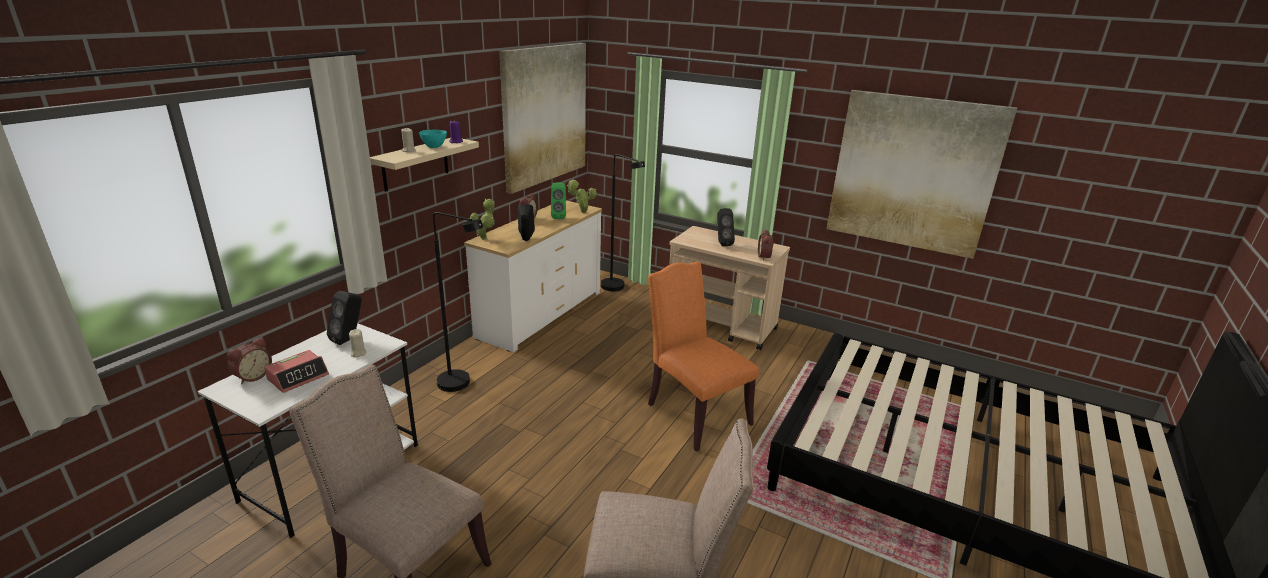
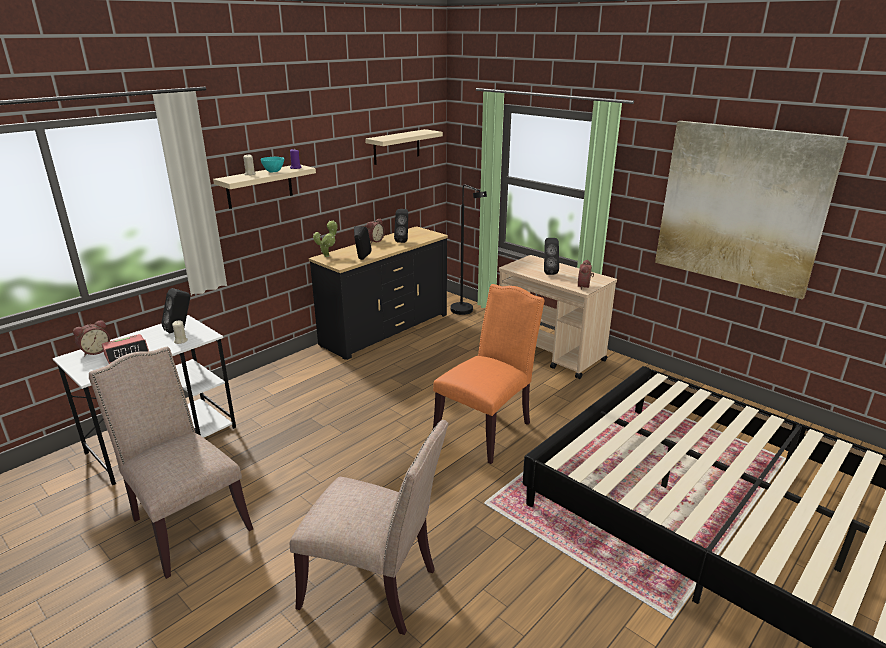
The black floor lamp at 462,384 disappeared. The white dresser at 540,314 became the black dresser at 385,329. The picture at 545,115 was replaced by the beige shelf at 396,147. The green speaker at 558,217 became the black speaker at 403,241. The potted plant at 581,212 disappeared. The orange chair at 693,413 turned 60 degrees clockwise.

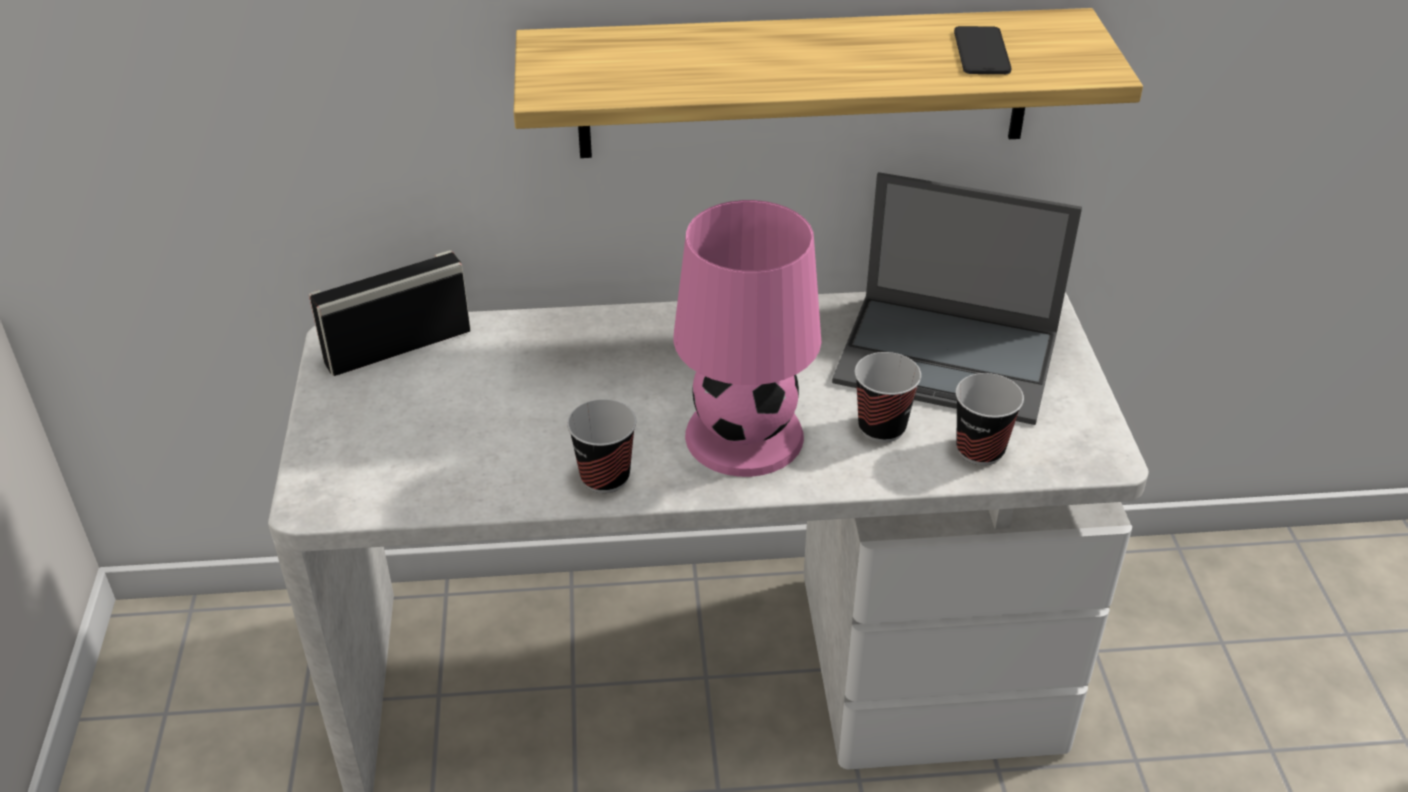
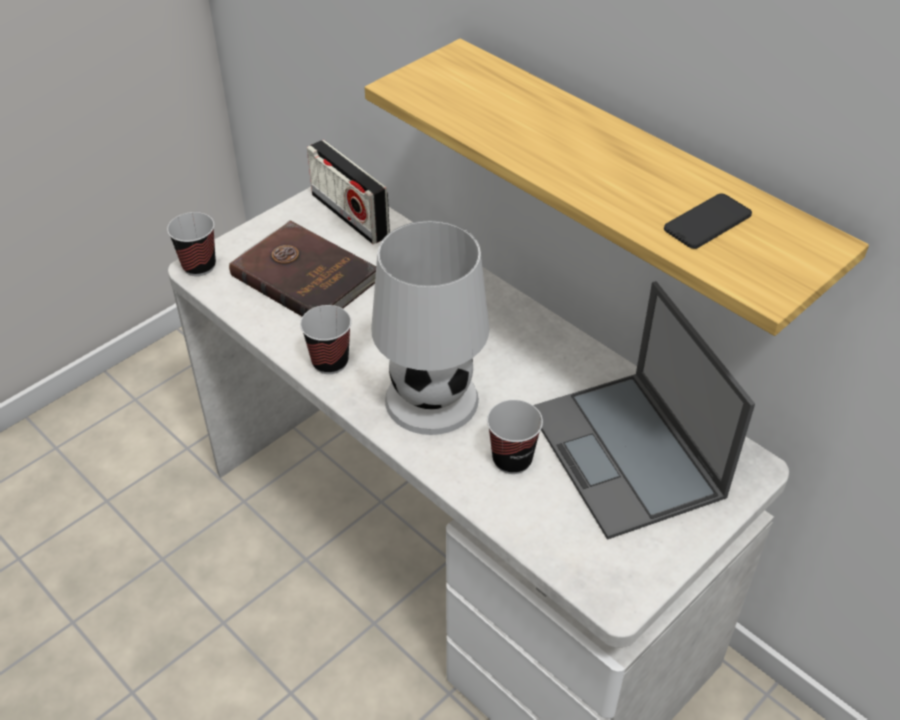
The radio at 398,346 turned 150 degrees counterclockwise. The pink table lamp at 746,436 became the white table lamp at 432,400. The cup moved from 980,450 to 199,266. The brown book at 306,276 appeared.

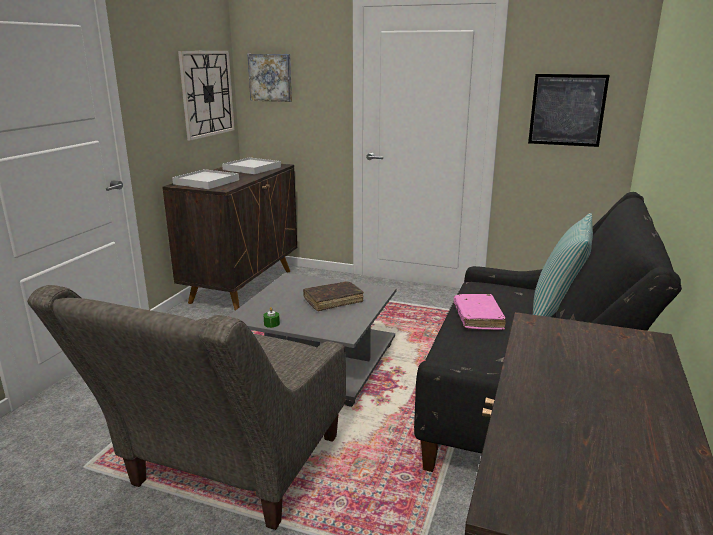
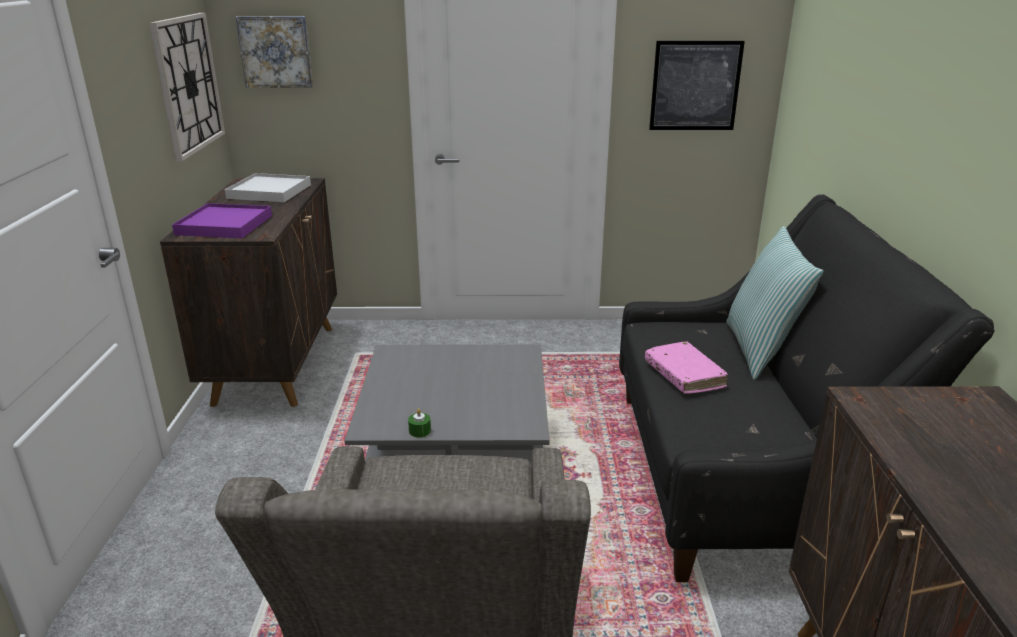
The white tray at 206,182 became the purple tray at 224,225. The brown book at 333,301 disappeared.

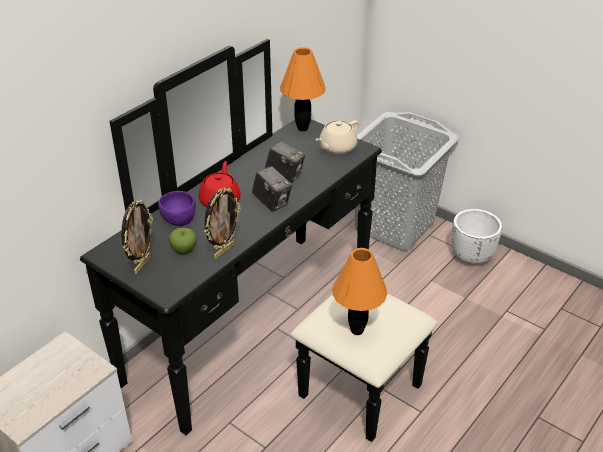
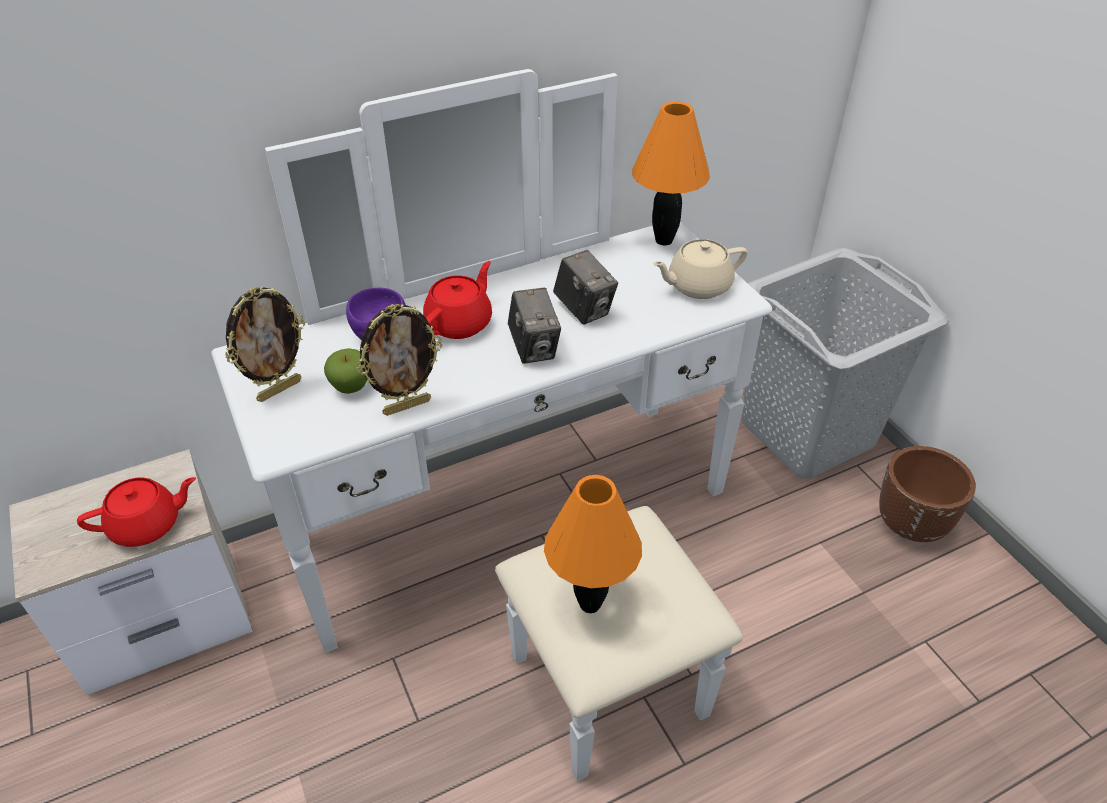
The black dresser at 275,337 became the white dresser at 531,549. The white planter at 472,257 became the brown planter at 911,525. The red teapot at 147,525 appeared.

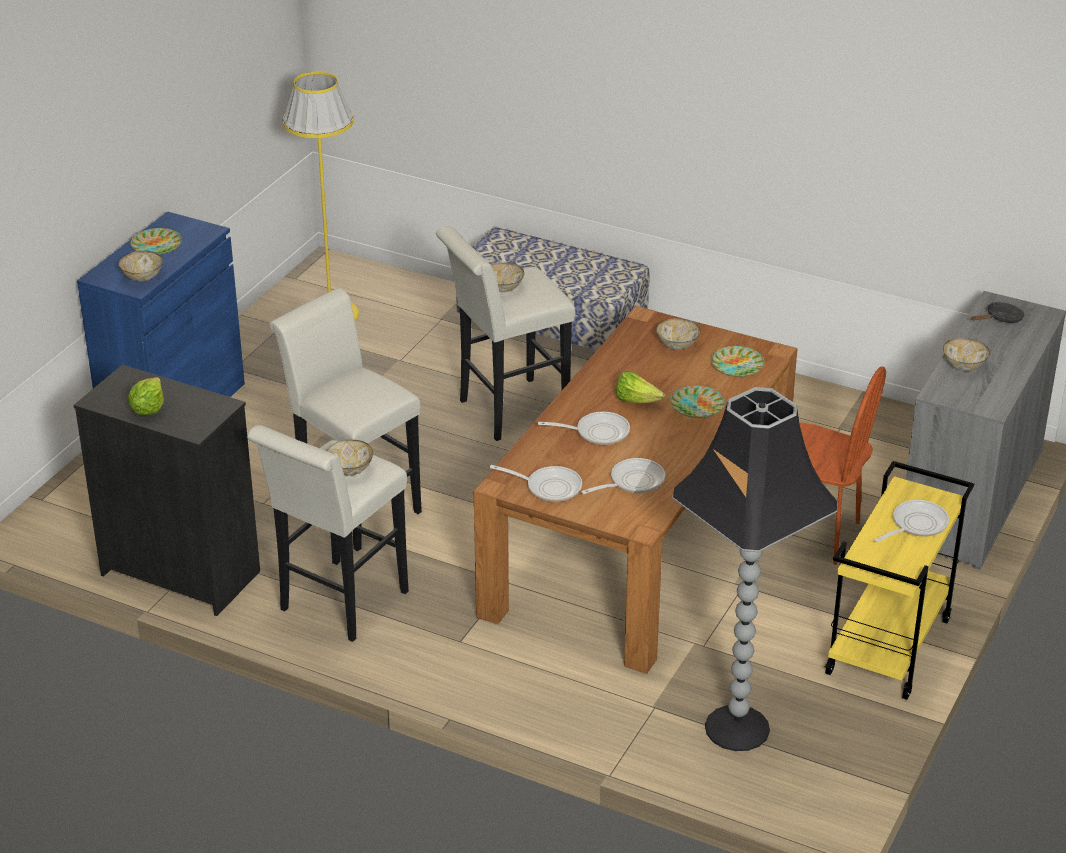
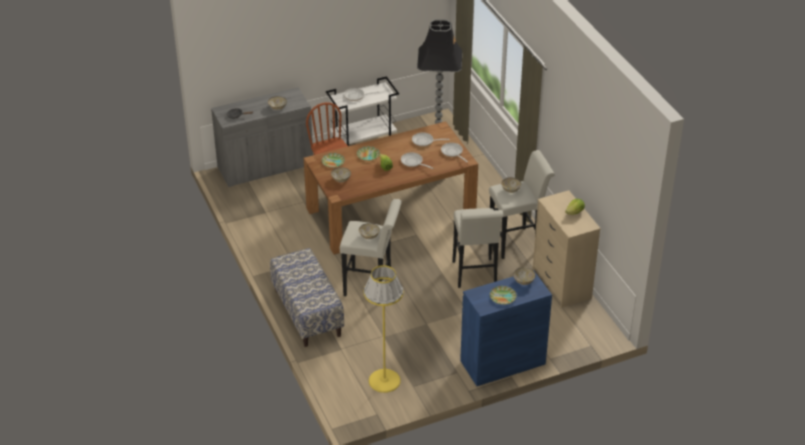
The black dresser at 181,572 became the beige dresser at 561,283. The yellow cart at 889,648 became the white cart at 363,141.

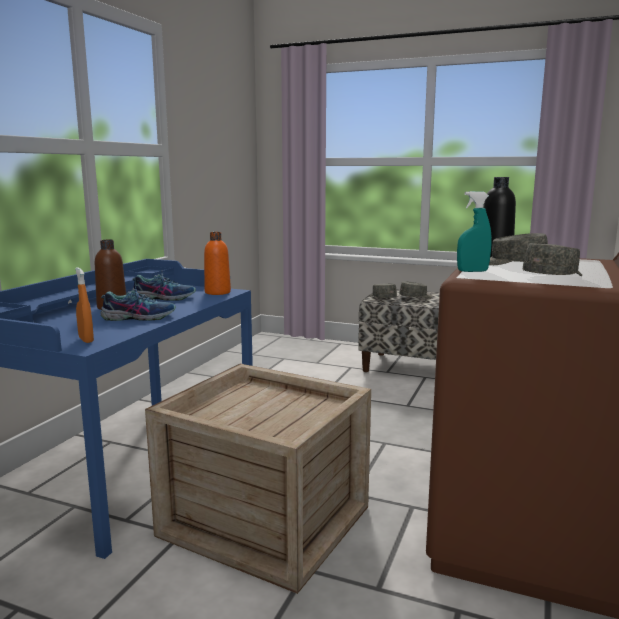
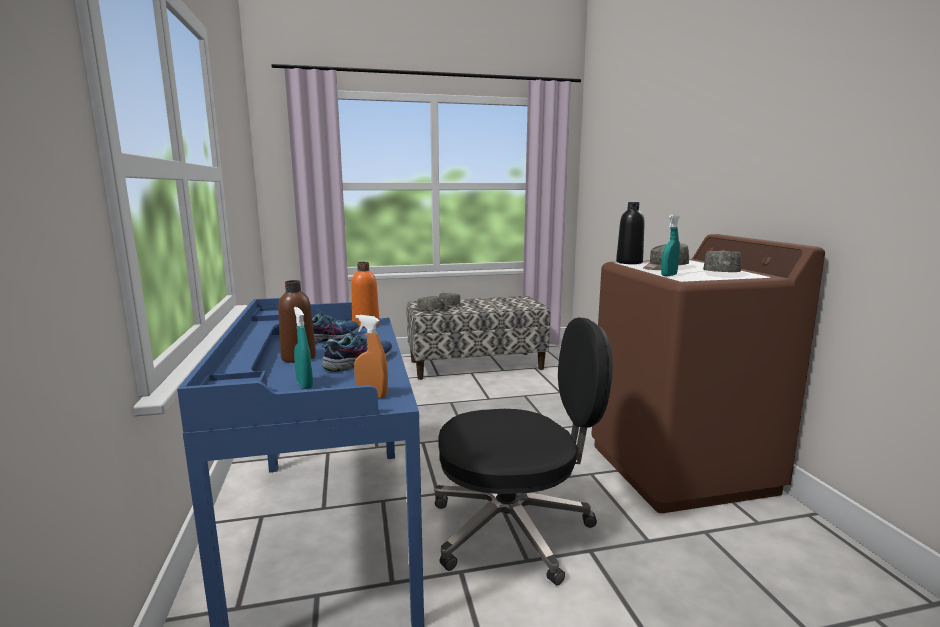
The crate at 267,522 was replaced by the black office chair at 514,528. The turquoise spray bottle at 304,385 appeared.

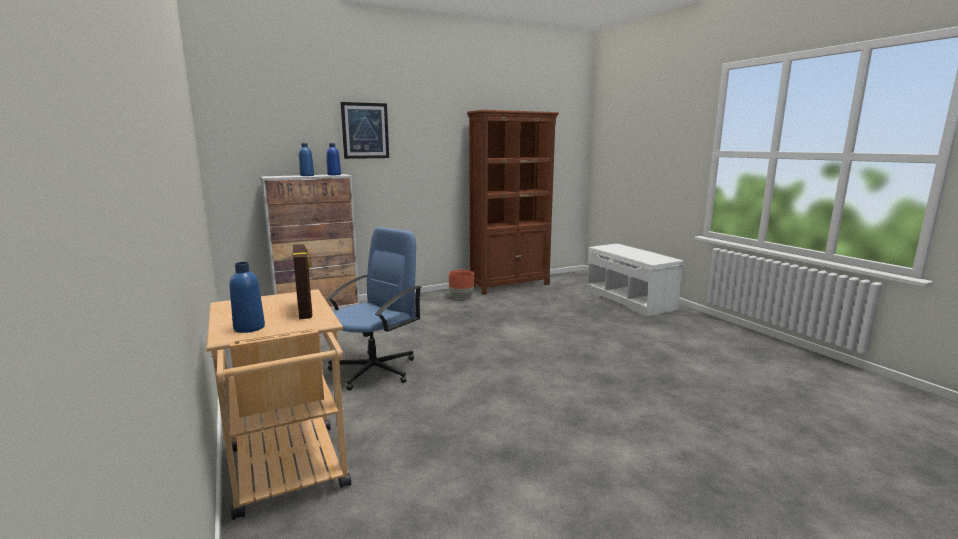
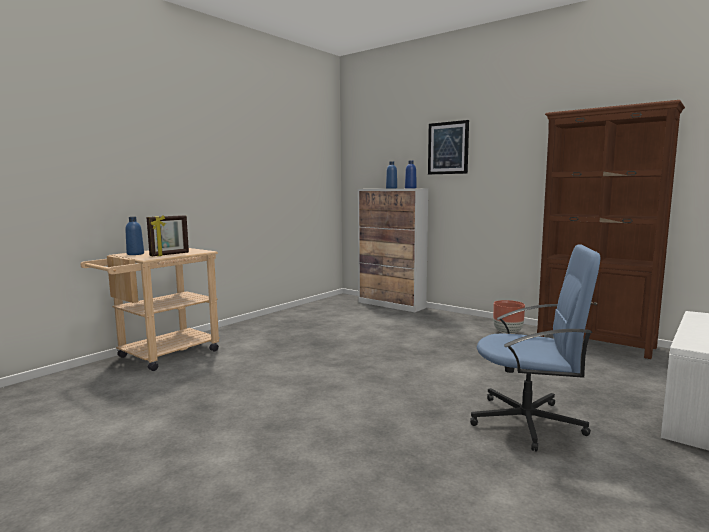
The blue office chair moved from 375,370 to 528,422.

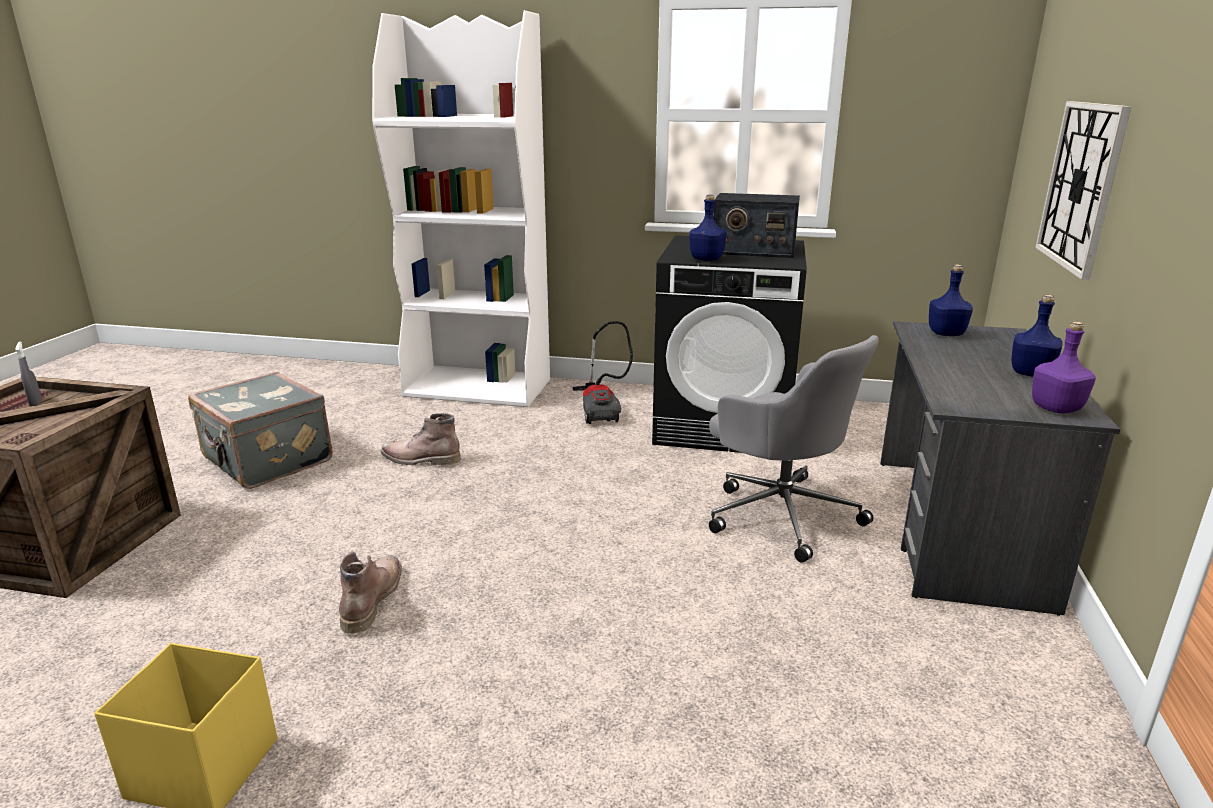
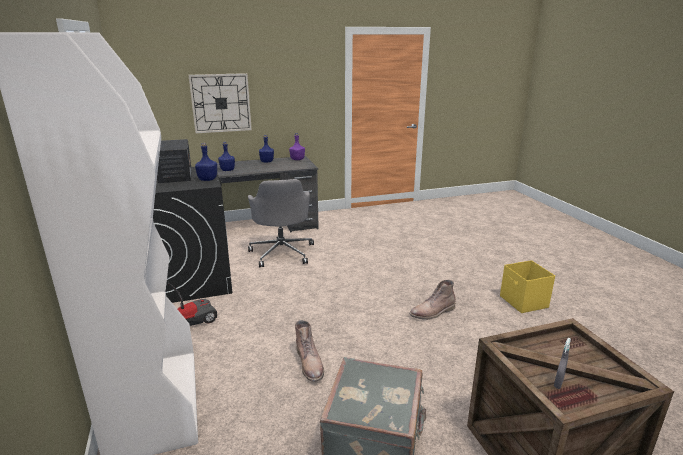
The grey office chair at 781,514 turned 150 degrees clockwise.

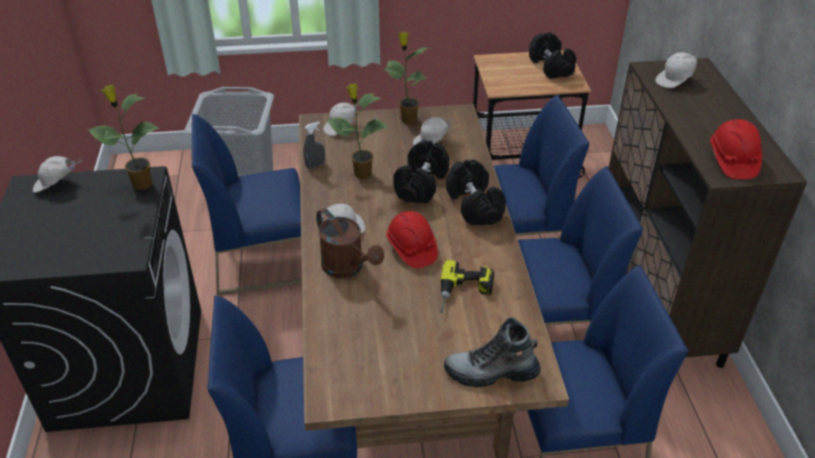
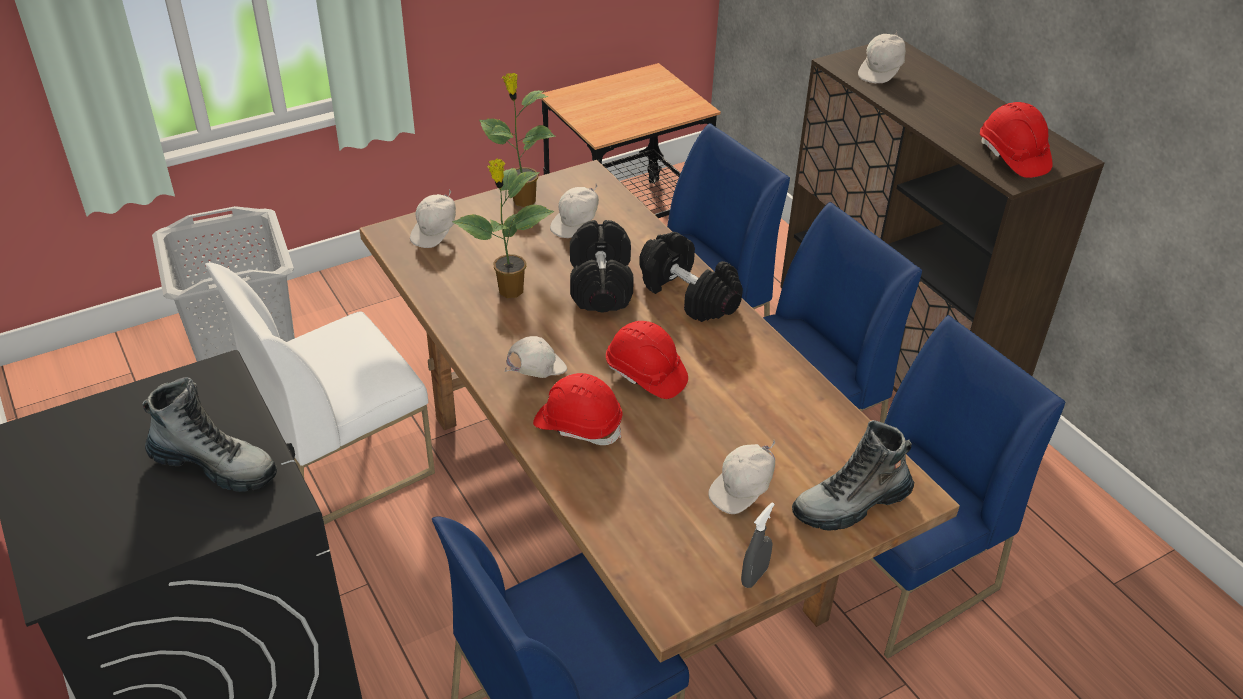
The white cap moved from 56,185 to 743,491. The potted plant at 141,185 disappeared. The blue chair at 262,259 became the white chair at 342,461. The grey spray bottle moved from 315,165 to 754,576. The brown watering can at 348,268 was replaced by the red hard hat at 578,425. The power drill at 464,294 disappeared. The black dumbbell at 551,67 disappeared. The boot at 215,465 appeared.

